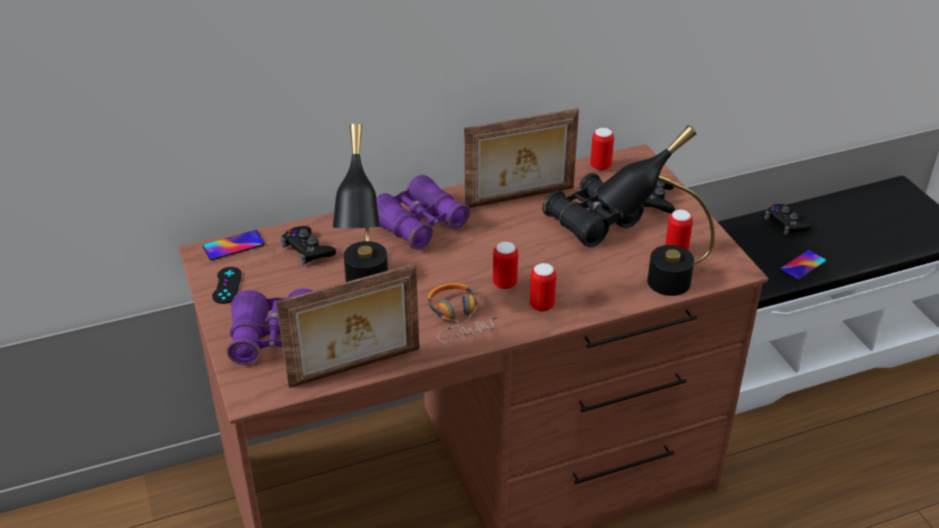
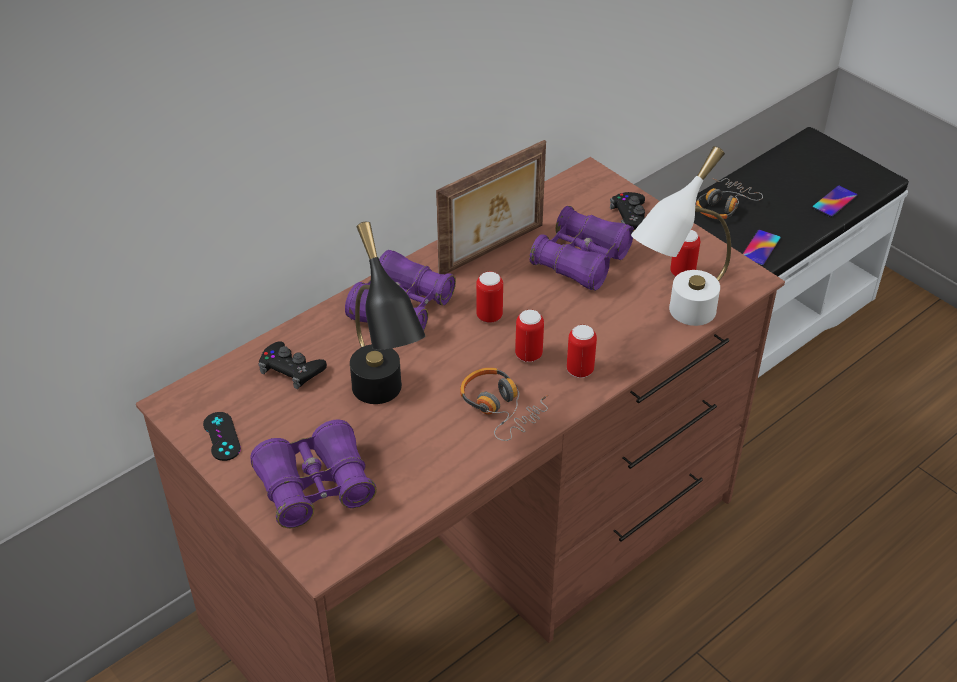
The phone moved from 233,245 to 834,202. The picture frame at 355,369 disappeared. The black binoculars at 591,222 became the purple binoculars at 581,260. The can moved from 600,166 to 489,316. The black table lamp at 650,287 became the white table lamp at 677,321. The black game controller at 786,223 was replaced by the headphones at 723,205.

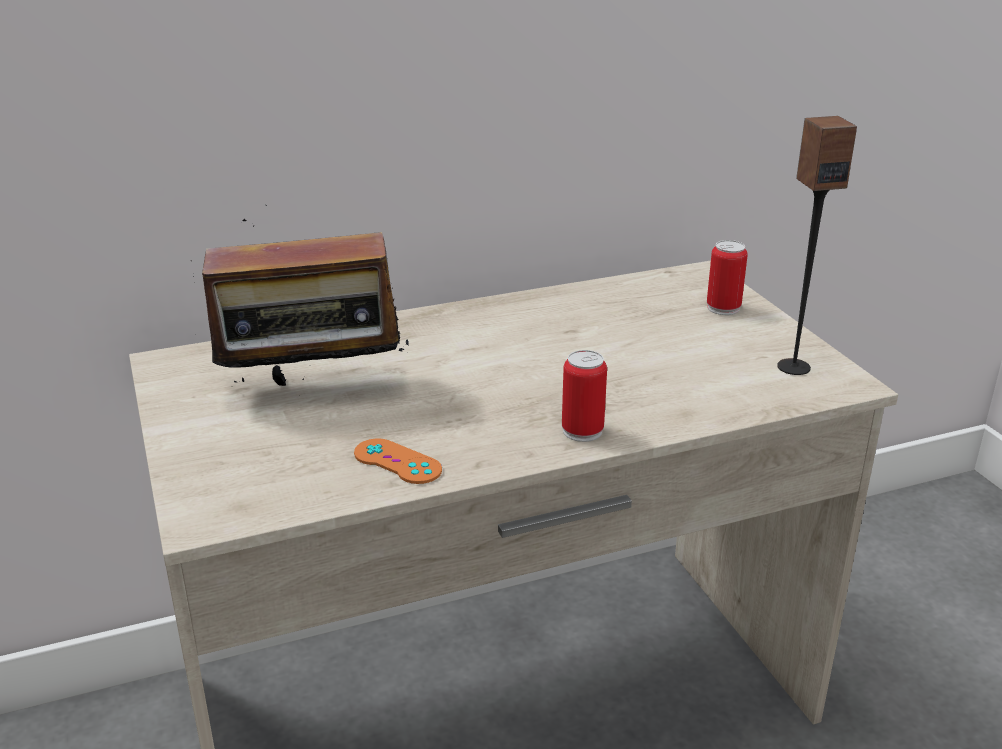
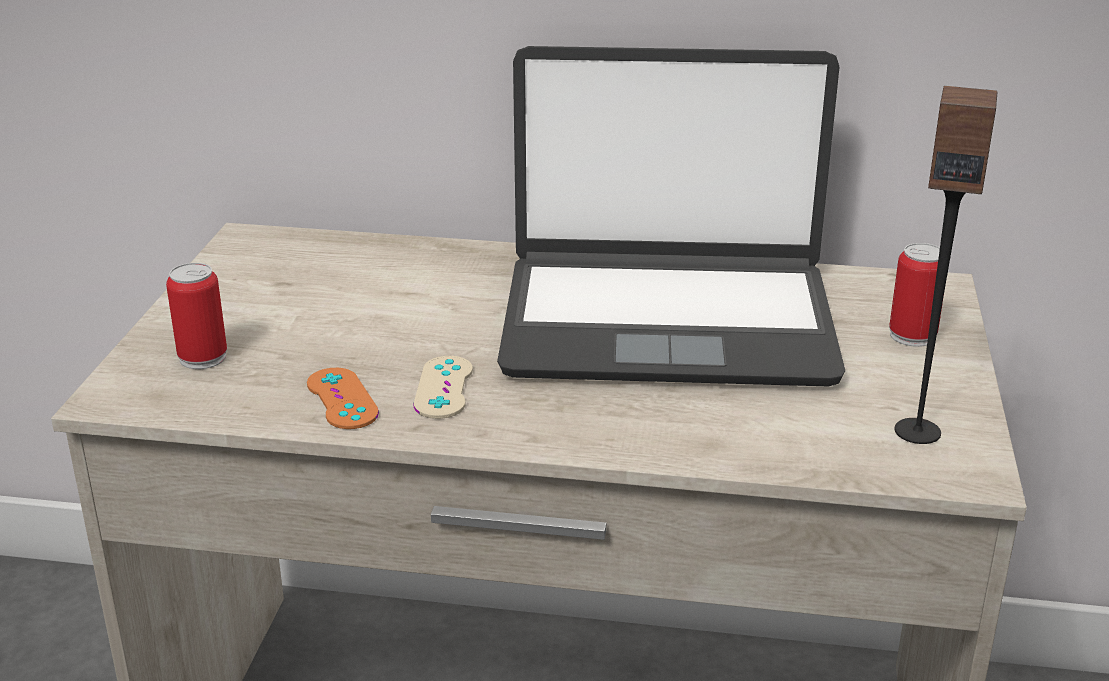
The radio at 312,390 disappeared. The can moved from 582,431 to 203,357. The beige game controller at 443,387 appeared. The laptop at 667,322 appeared.

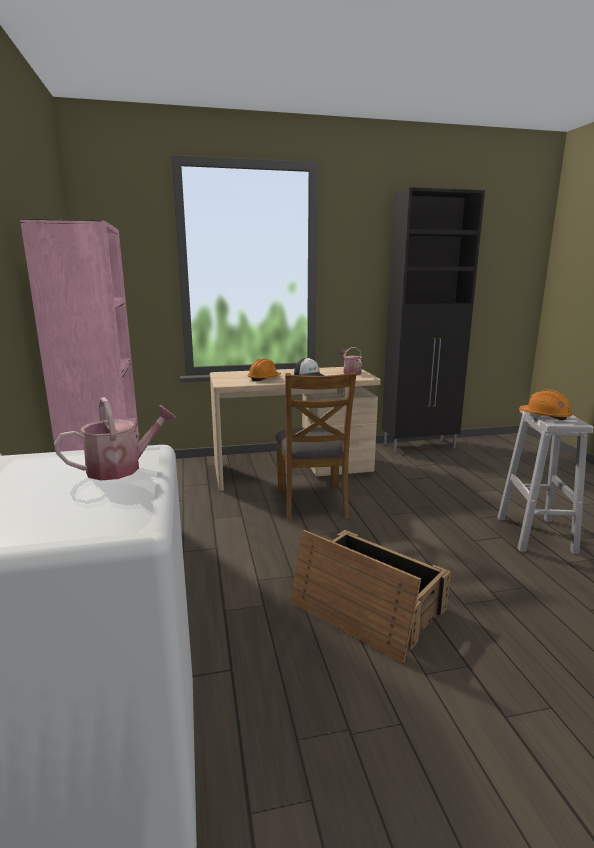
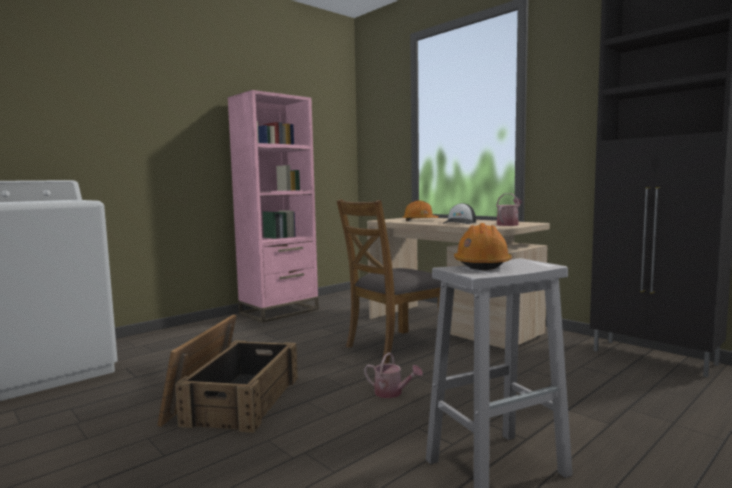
The watering can moved from 121,468 to 392,393.

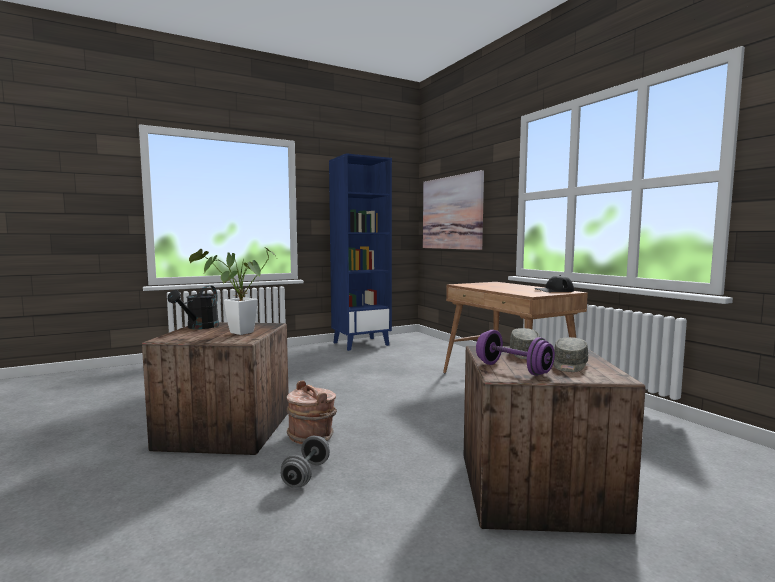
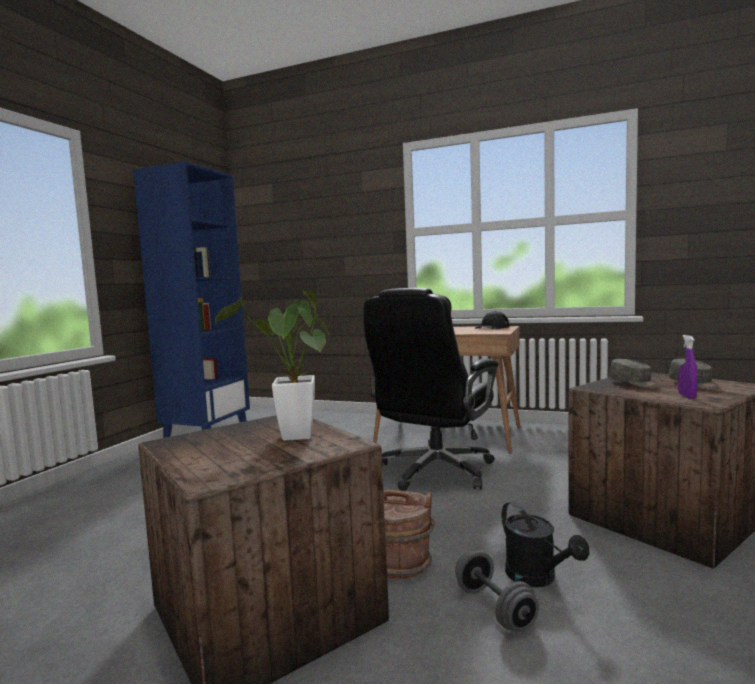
The black watering can moved from 199,327 to 537,578. The picture at 451,213 disappeared. The purple dumbbell at 513,369 was replaced by the purple spray bottle at 687,396. The black office chair at 435,472 appeared.

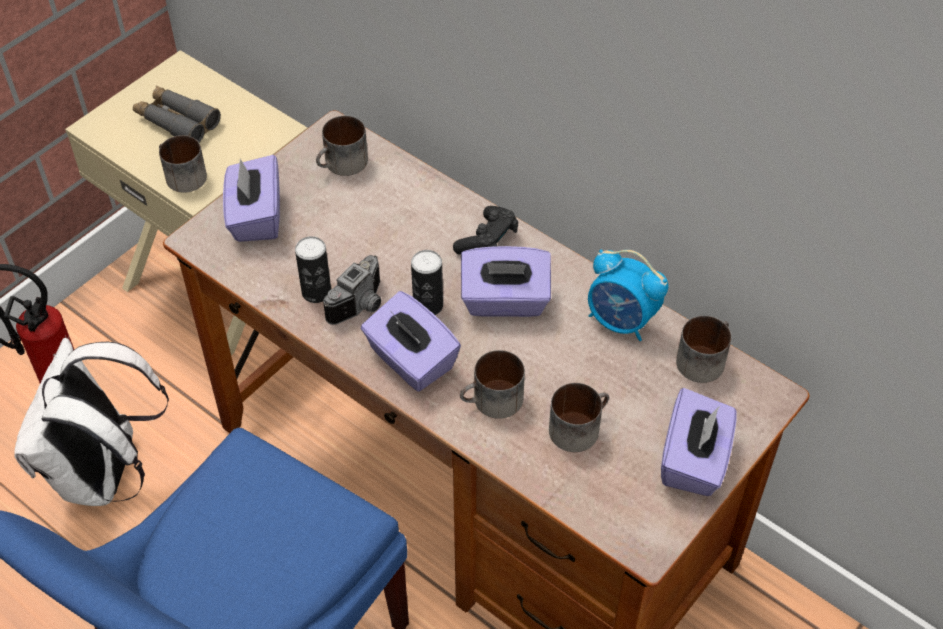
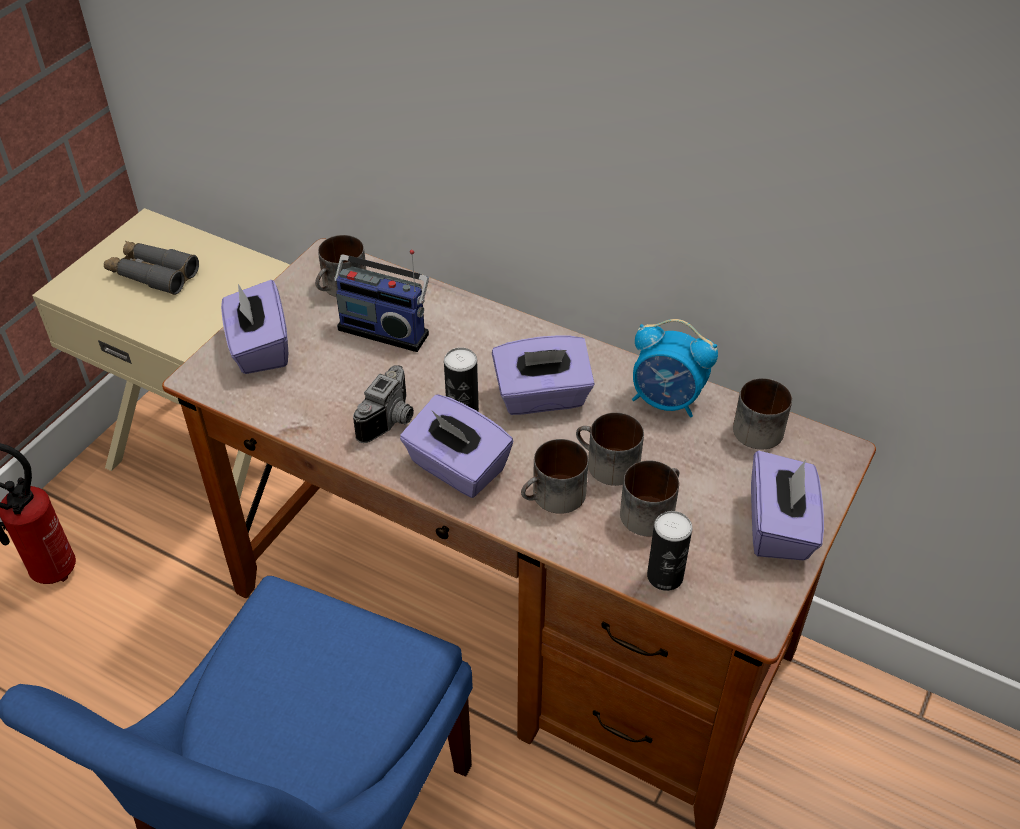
The white backpack at 105,475 disappeared. The mug moved from 181,176 to 606,465. The can moved from 316,292 to 665,576. The black game controller at 488,241 disappeared. The radio at 385,329 appeared.

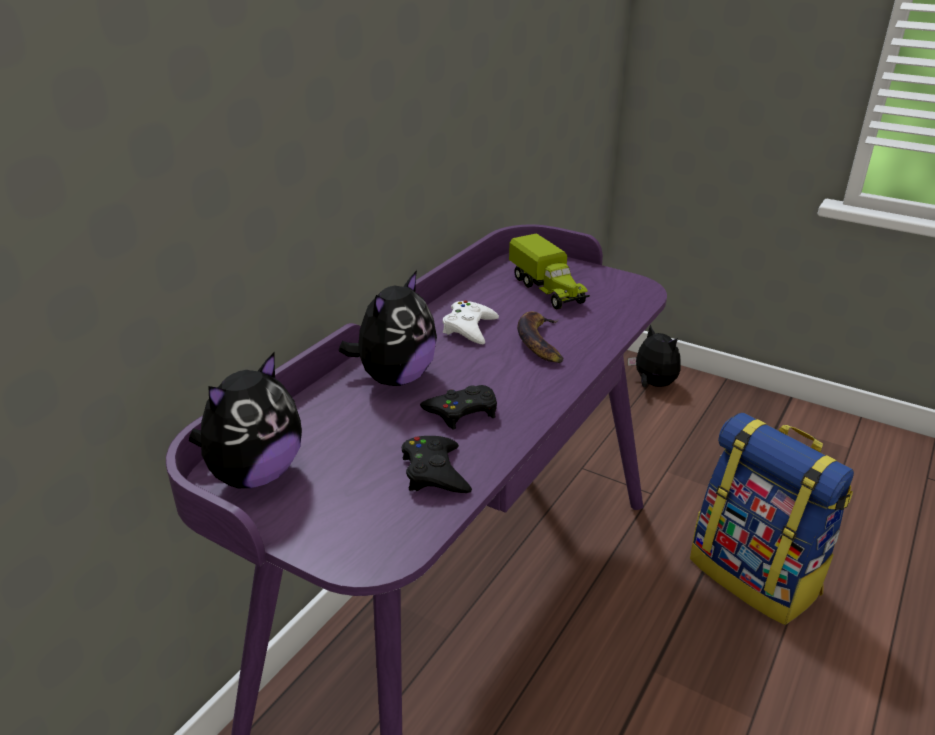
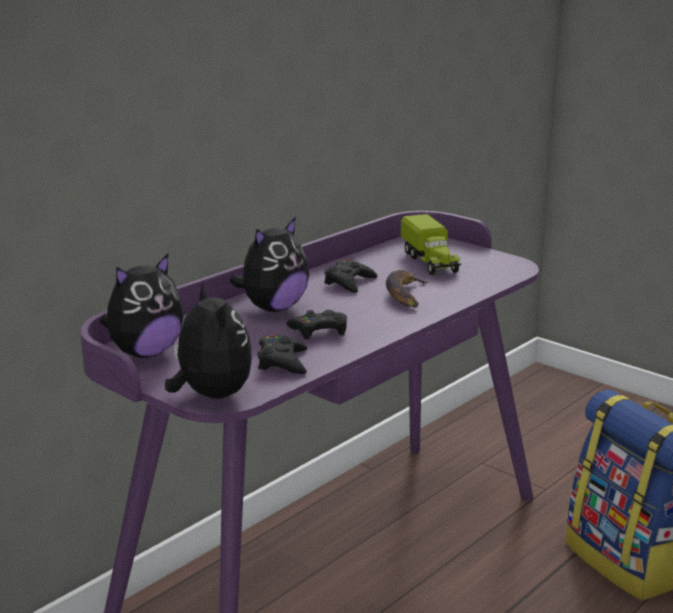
The white game controller at 469,328 became the black game controller at 349,282. The plush toy moved from 652,384 to 210,395.

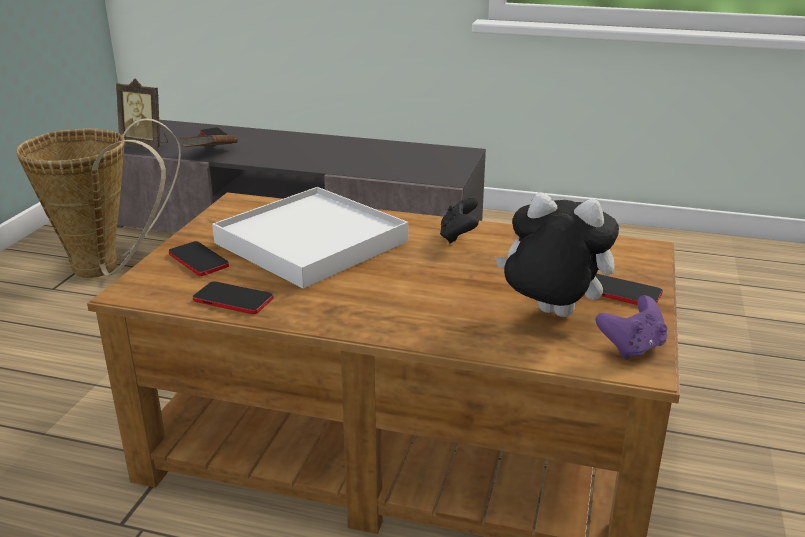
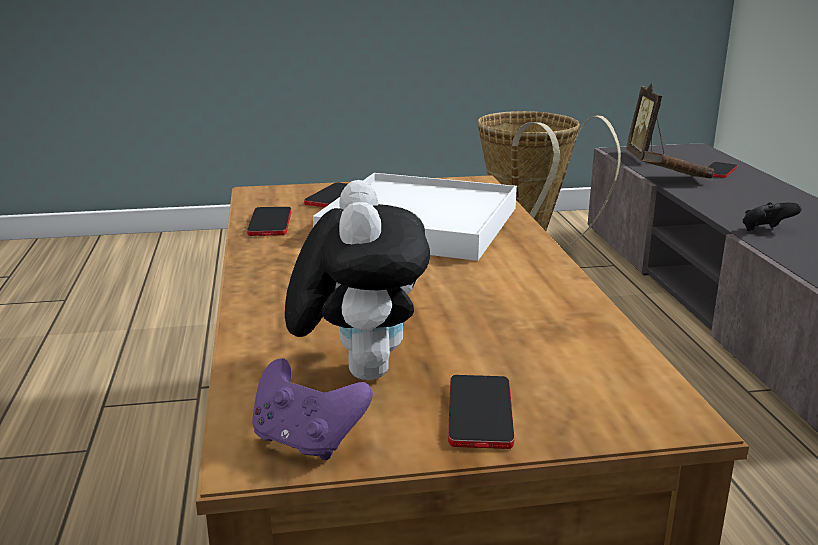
The black game controller moved from 458,236 to 765,231.

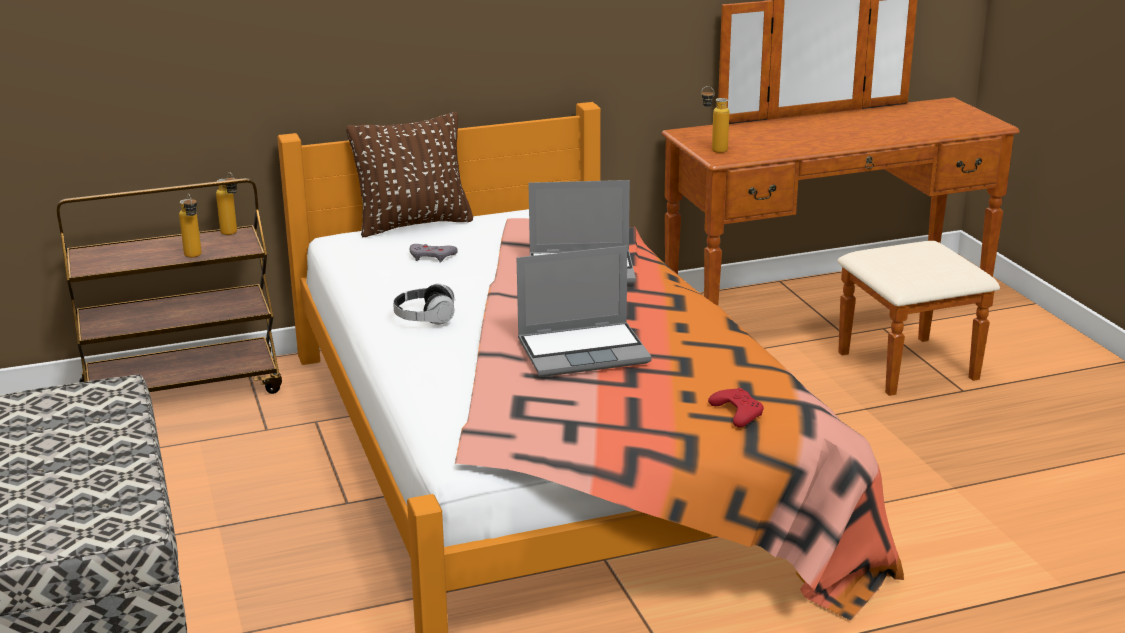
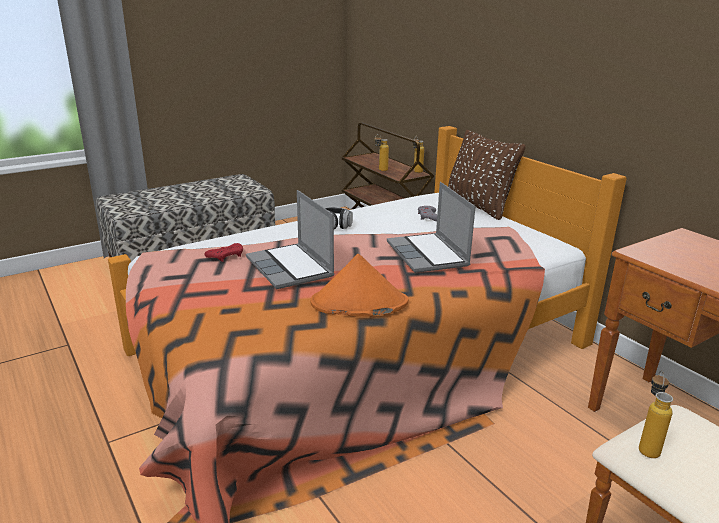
The bottle moved from 713,150 to 647,446. The red game controller moved from 737,412 to 226,255. The orange hat at 358,303 appeared.

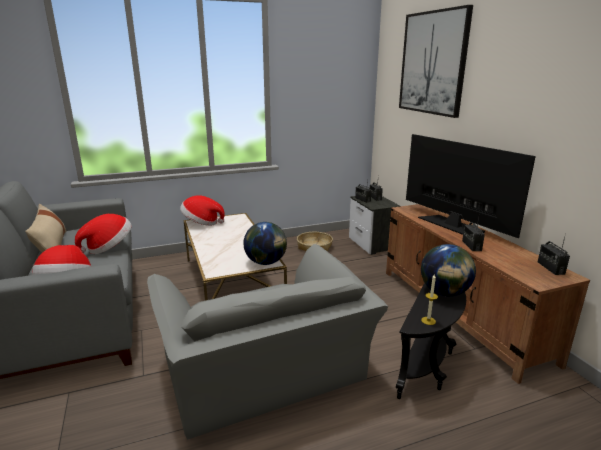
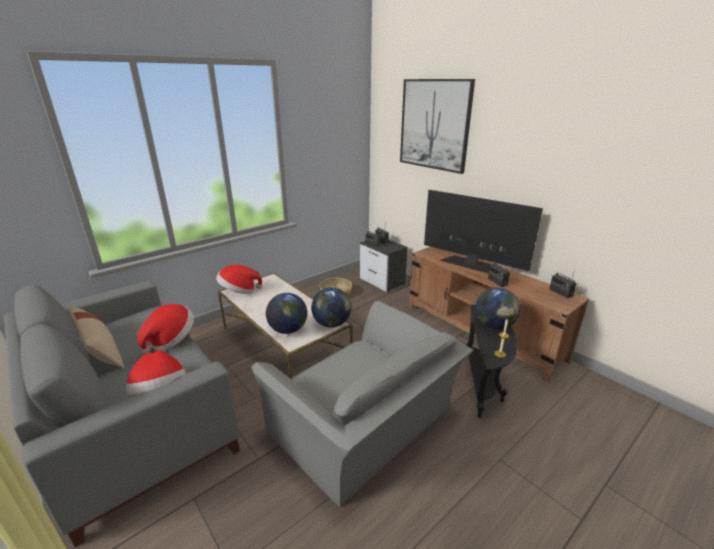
The globe at 288,330 appeared.

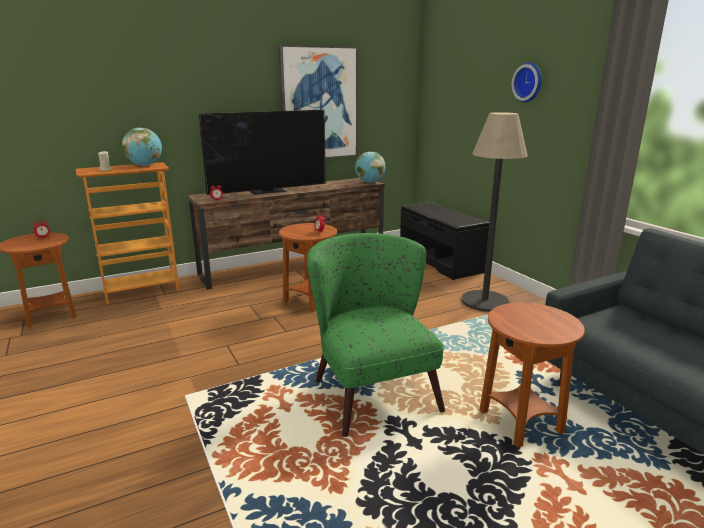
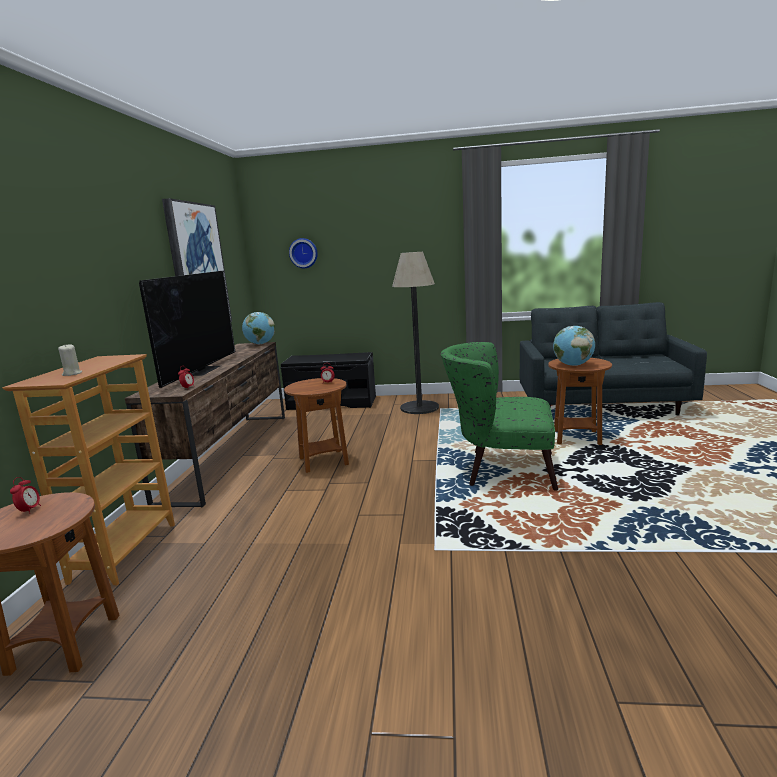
The globe moved from 145,165 to 573,365. The wall clock moved from 529,82 to 303,253.

